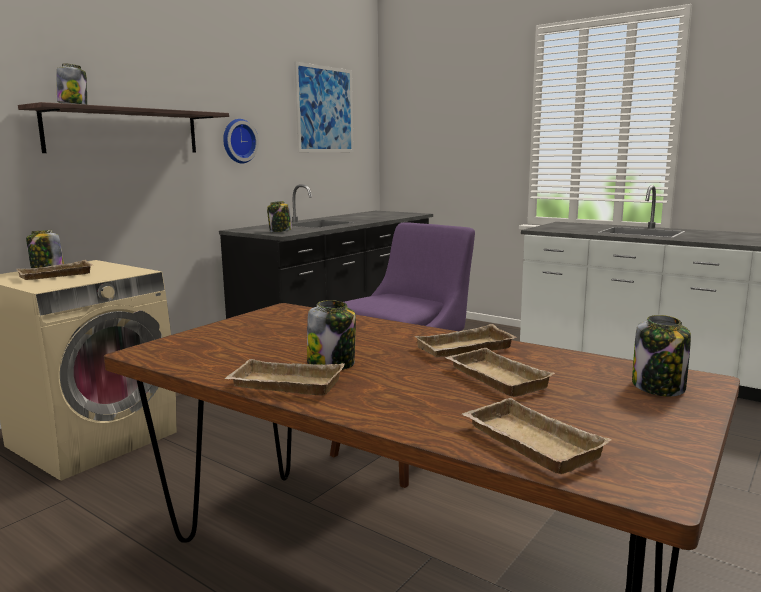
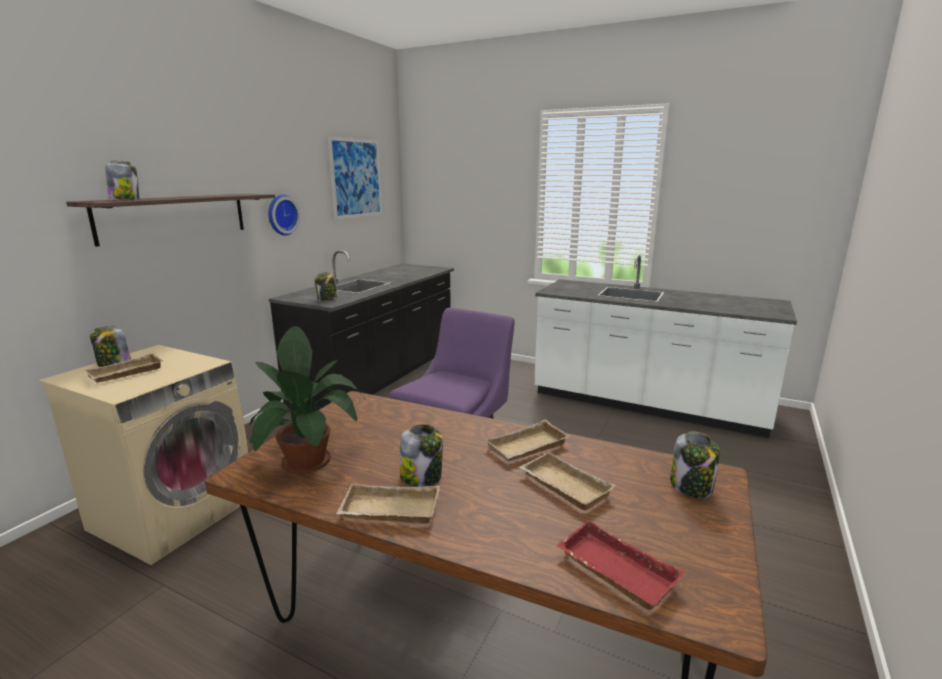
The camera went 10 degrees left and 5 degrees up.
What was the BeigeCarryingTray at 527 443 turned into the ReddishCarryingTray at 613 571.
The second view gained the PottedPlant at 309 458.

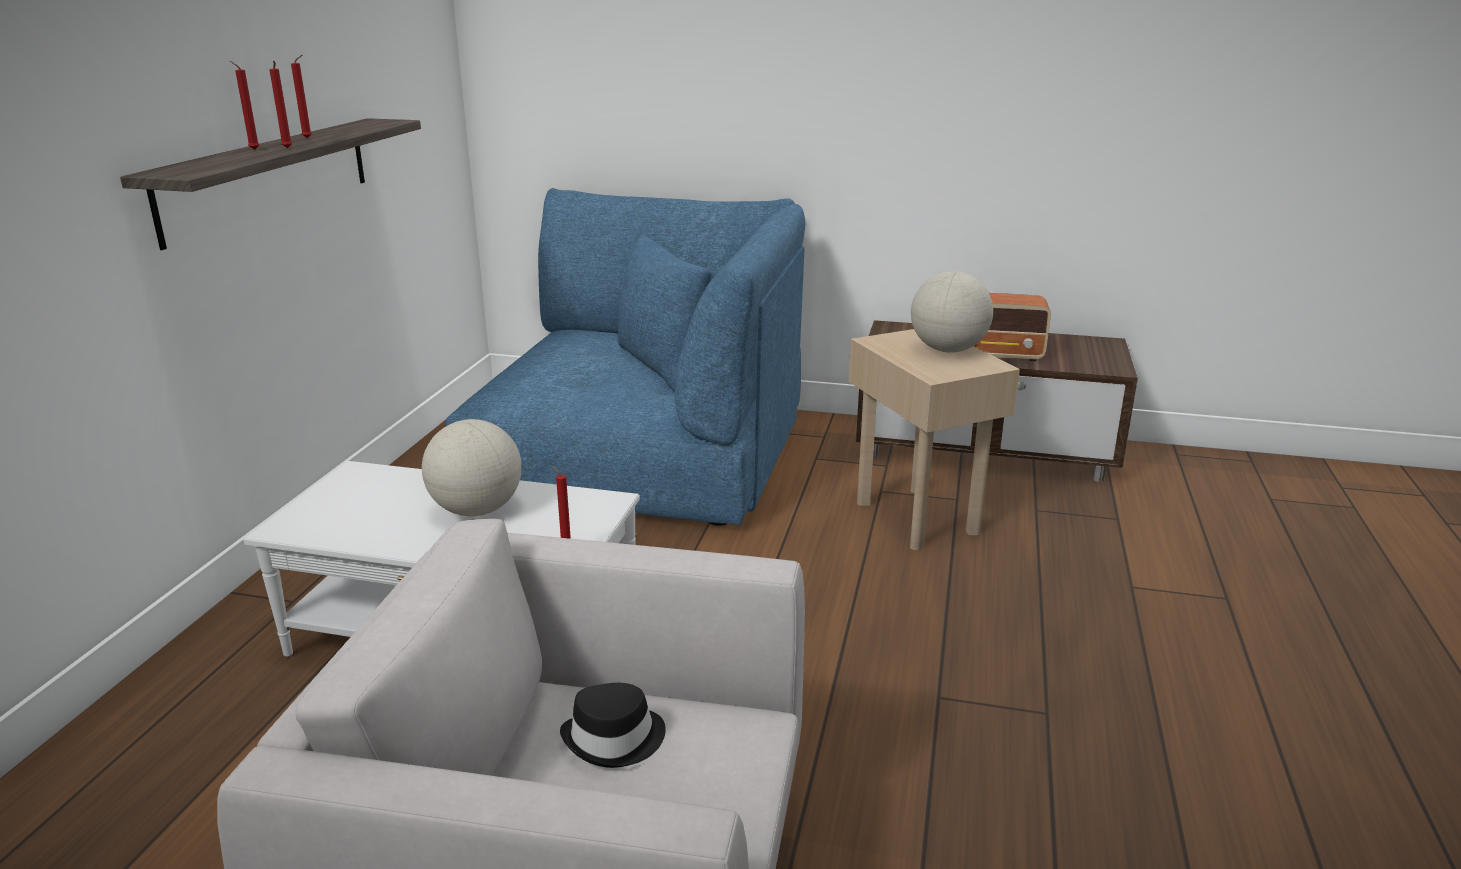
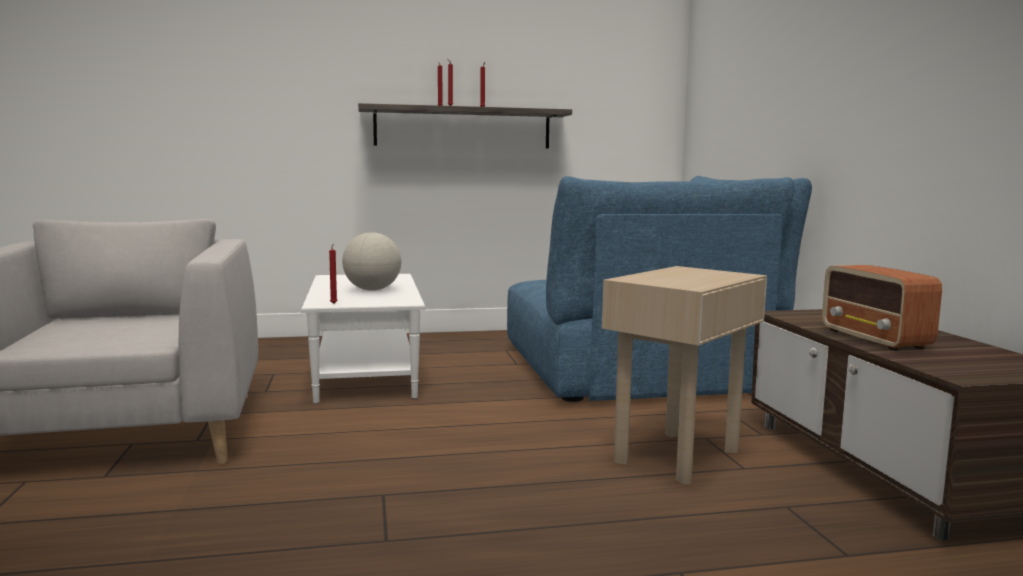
The camera went 65 degrees right and 15 degrees down.
The second view lost the BlackishClothingHat at 615 739.
The second view lost the DeskGlobe at 948 350.

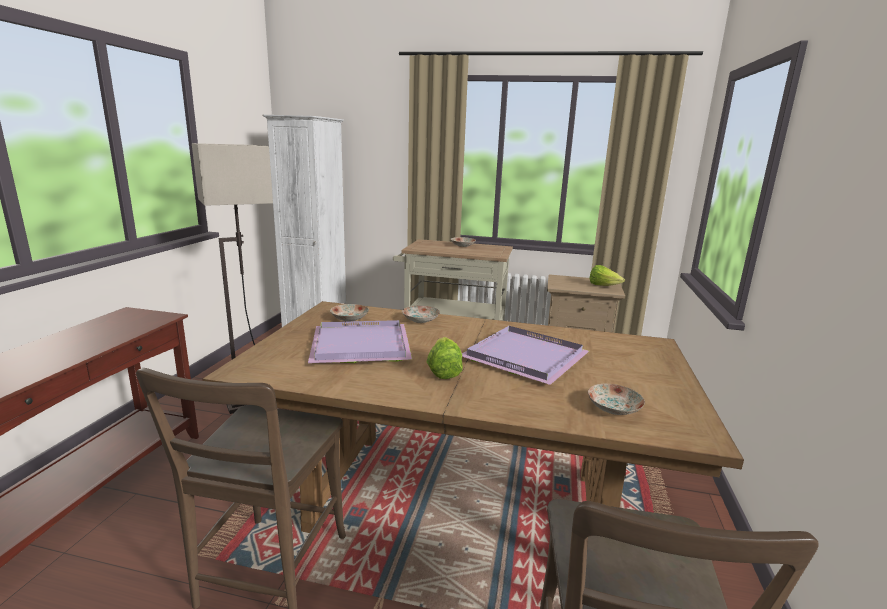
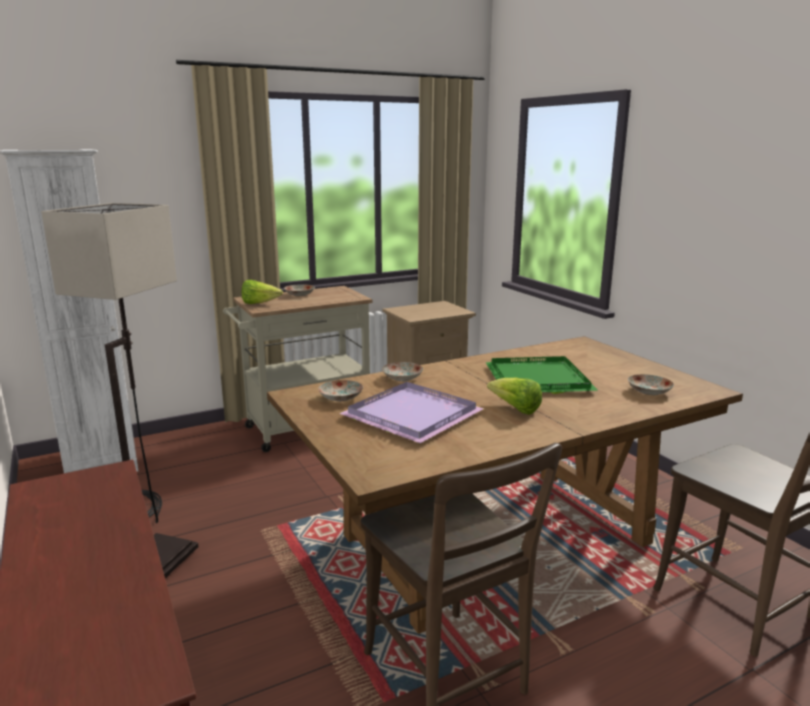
The camera went 40 degrees left and 0 degrees up.
What was the PurpleColouredCarryingTray at 527 357 turned into the GreenishCarryingTray at 539 379.
The HeadOfLettuce ended up elsewhere, having gone from 603 286 to 259 303.

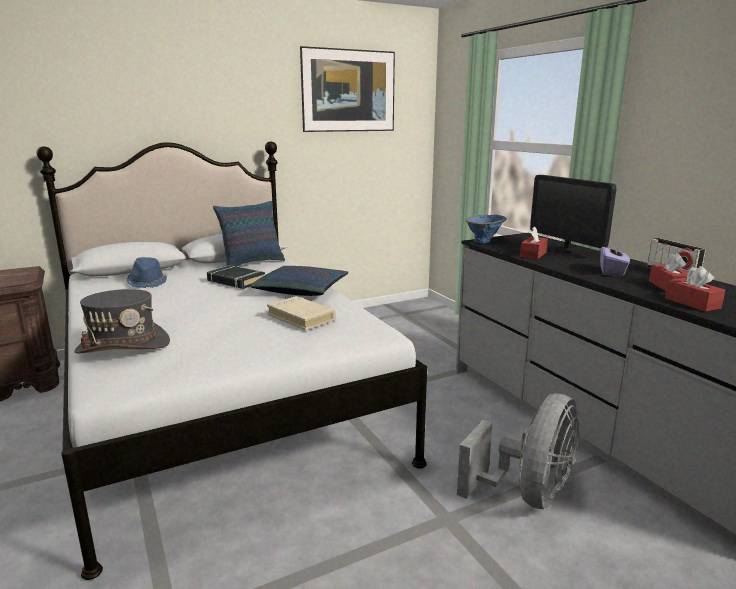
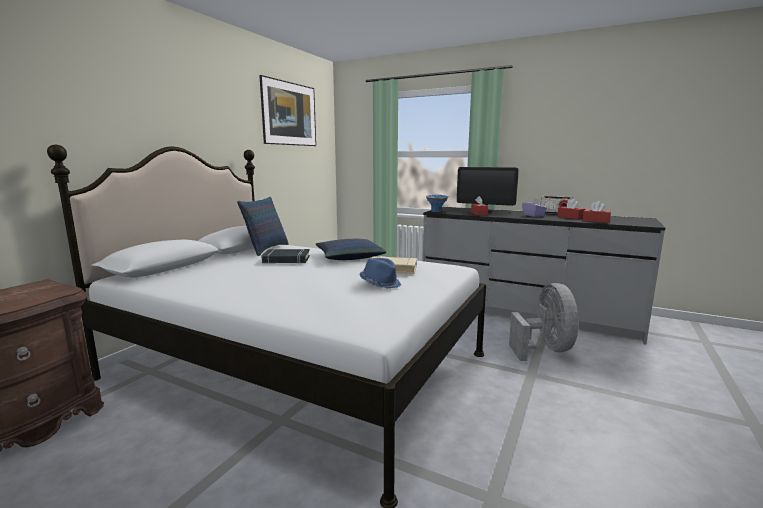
The camera went 35 degrees left and 5 degrees down.
The second view lost the GreyClothingHat at 124 346.
The BluishClothingHat ended up elsewhere, having gone from 148 282 to 380 283.

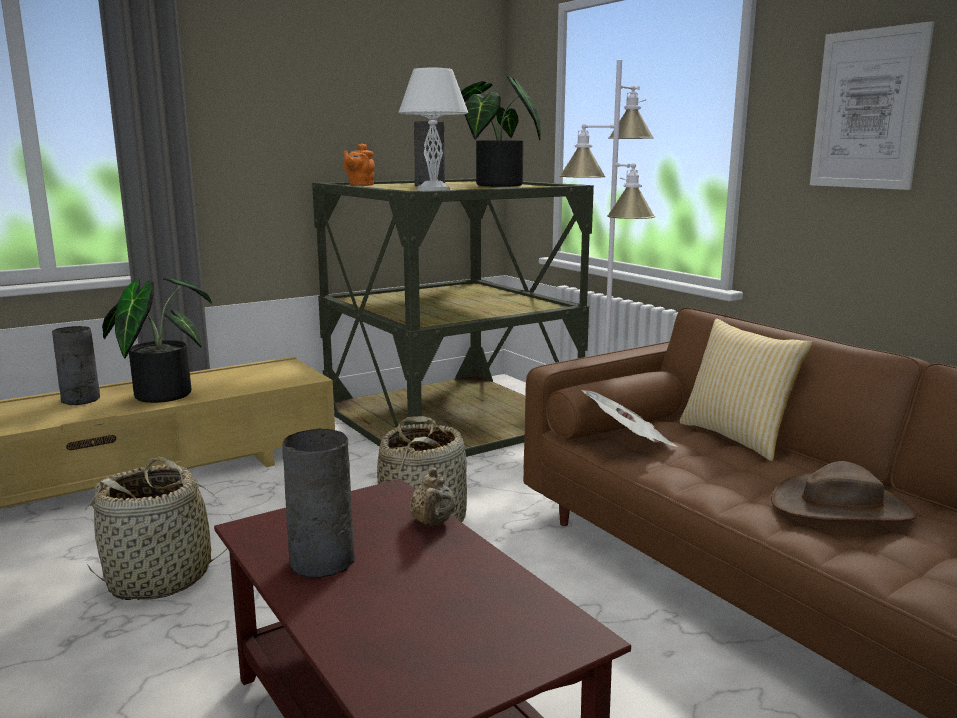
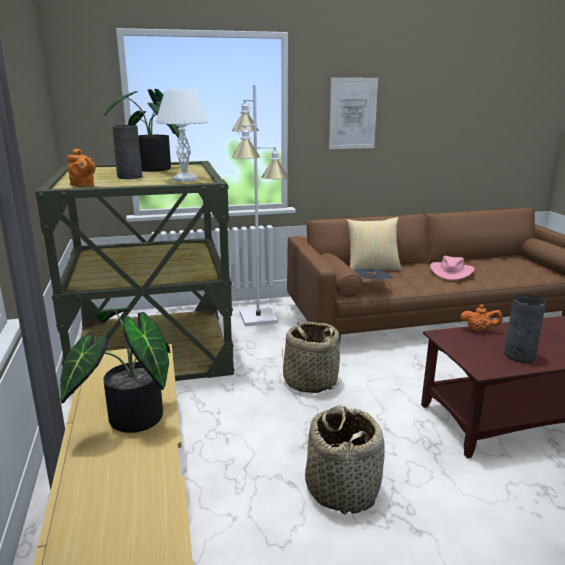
The camera went 70 degrees left and 5 degrees up.
The second view lost the GreyVase at 80 400.
What was the BeigeTeapot at 432 523 turned into the OrangeColouredTeapot at 479 330.
What was the BrownColouredClothingHat at 841 507 turned into the PinkishClothingHat at 451 272.

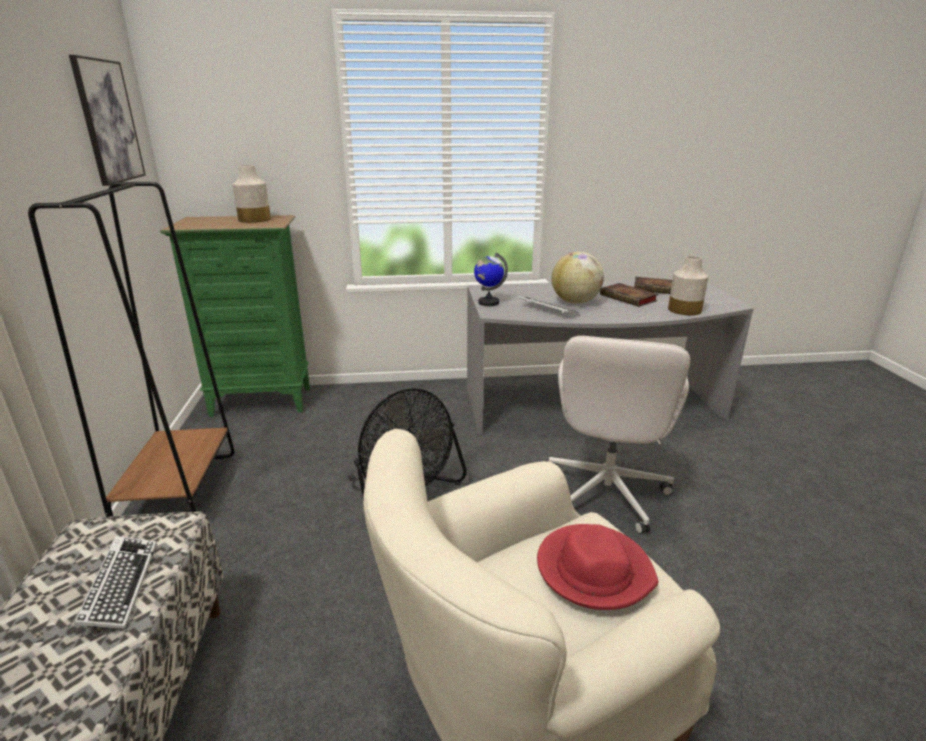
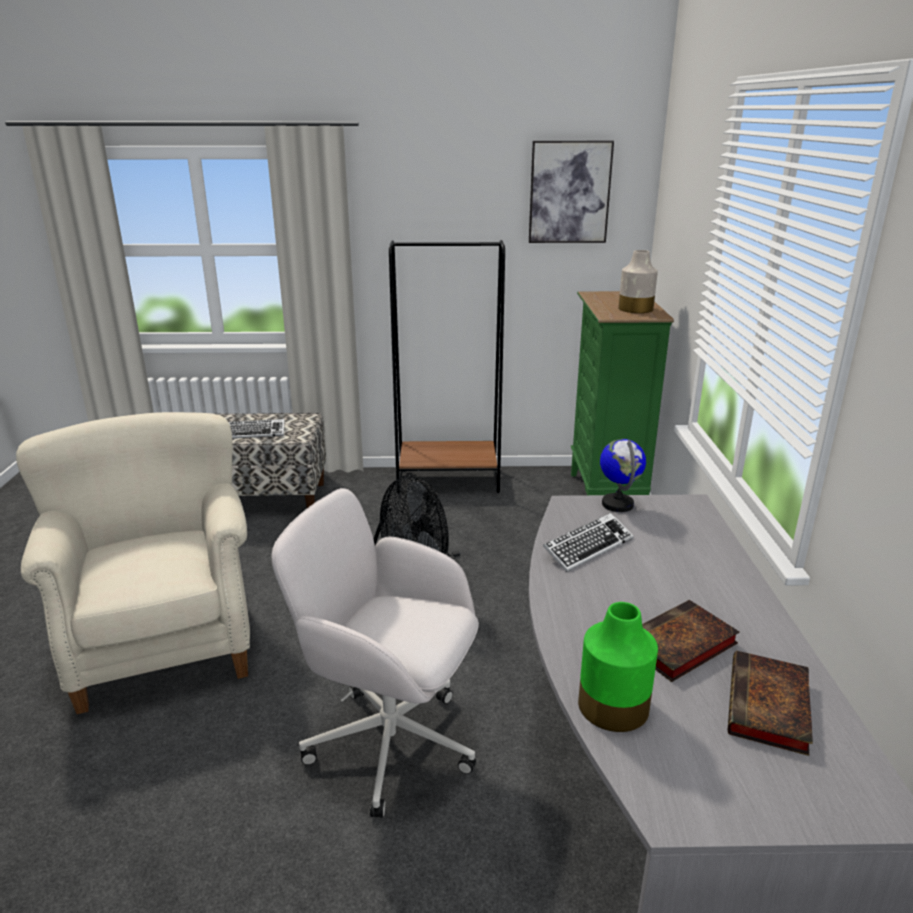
The camera went 95 degrees right and 0 degrees up.
The second view lost the ReddishClothingHat at 593 570.
The second view lost the DeskGlobe at 575 302.
What was the BeigeVase at 684 310 turned into the GreenishVase at 613 705.

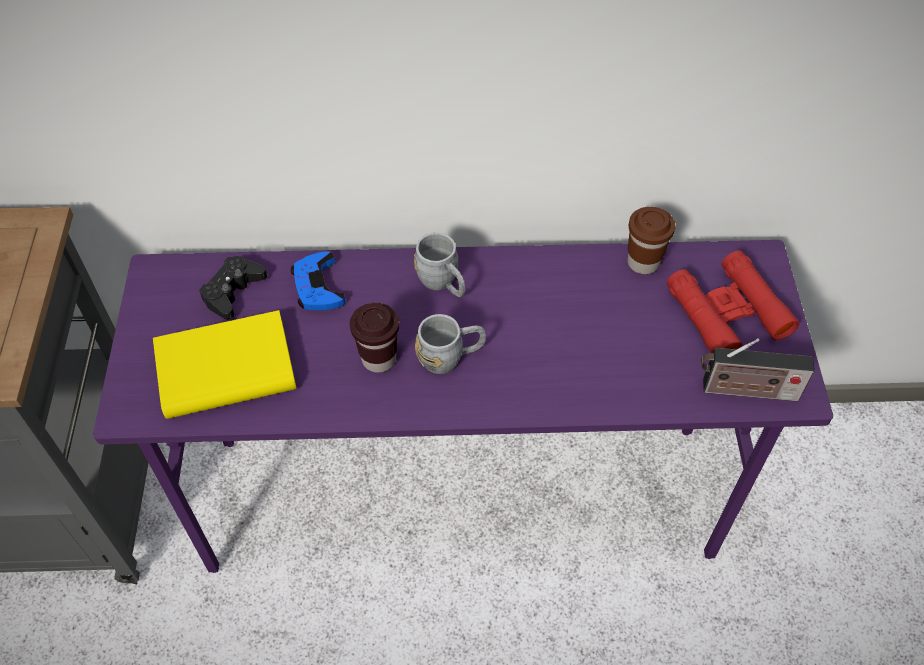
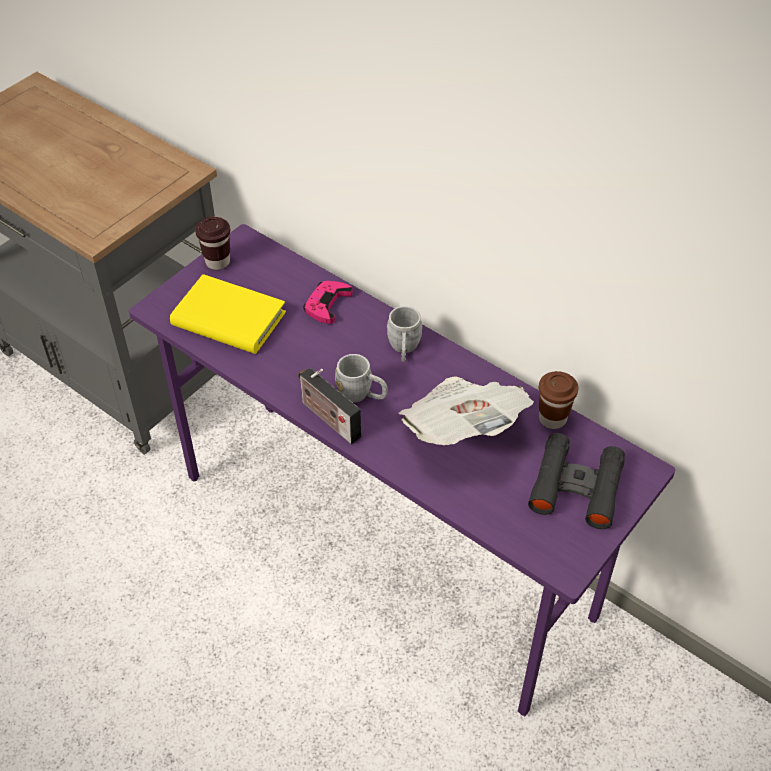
The camera went 40 degrees right and 5 degrees down.
The second view lost the BlackishGamepad at 233 291.
What was the BluishGamepad at 318 286 turned into the PinkishGamepad at 327 304.
The BrownColouredSmallCup ended up elsewhere, having gone from 379 359 to 217 262.
What was the ReddishPairOfBinoculars at 727 312 turned into the BlackishPairOfBinoculars at 576 487.
The RadioSet ended up elsewhere, having gone from 745 390 to 327 418.
The second view gained the PrintedPaper at 462 429.

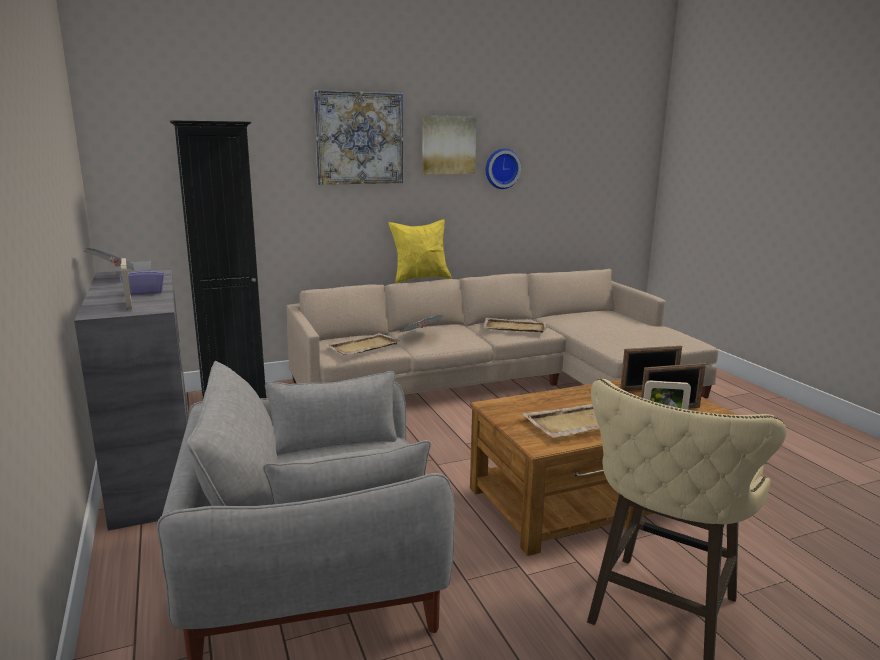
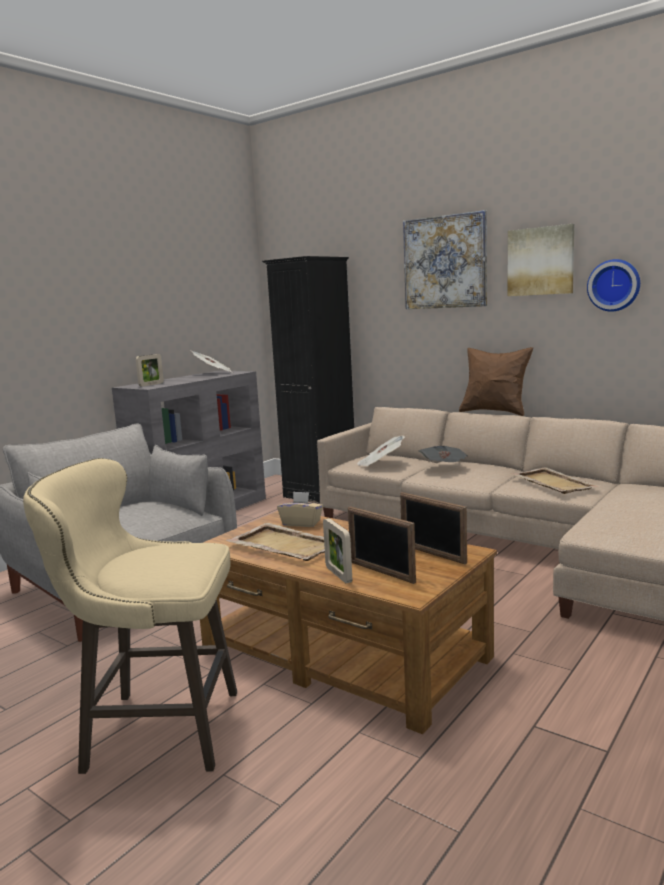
The camera went 60 degrees right and 5 degrees down.
The second view lost the PurpleColouredTissueBox at 145 292.
Where the BeigeCarryingTray stood at 363 347, the PrintedPaper came to stand at 380 464.
What was the YellowThrowPillow at 420 279 turned into the BrownColouredThrowPillow at 495 412.
The second view gained the BeigeTissueBox at 301 523.

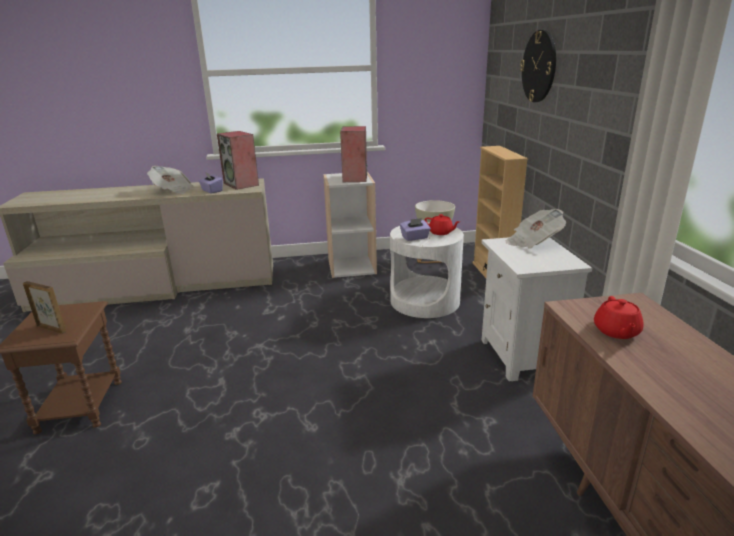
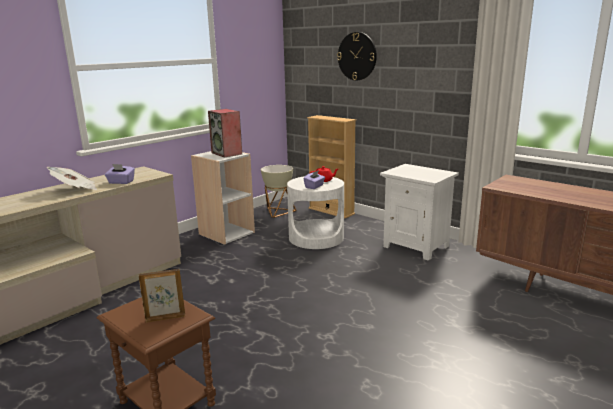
The camera went 40 degrees left and 5 degrees down.
The second view lost the Loudspeaker at 241 184.
The second view lost the PrintedPaper at 533 242.
The second view lost the ReddishTeapot at 616 331.

